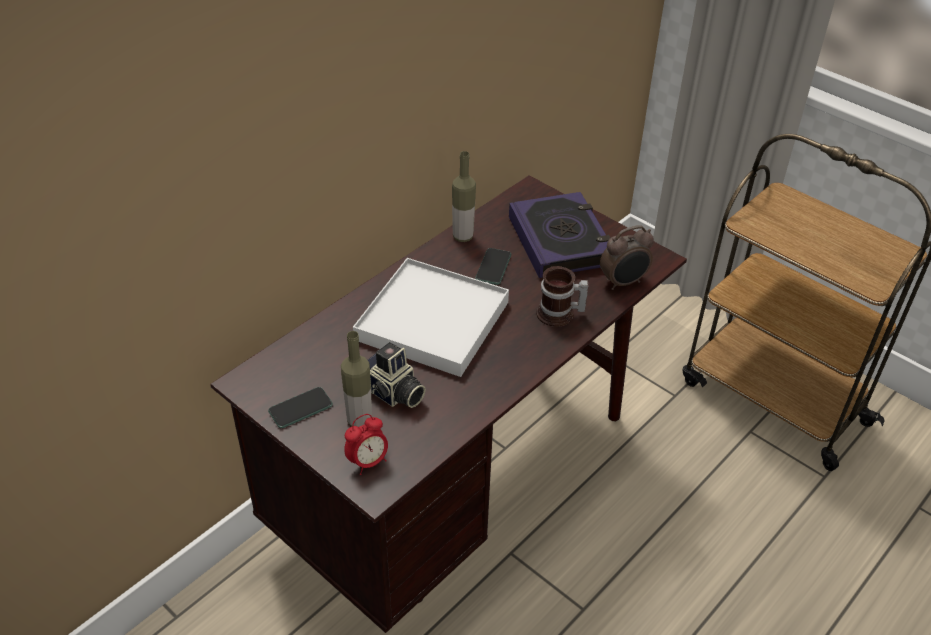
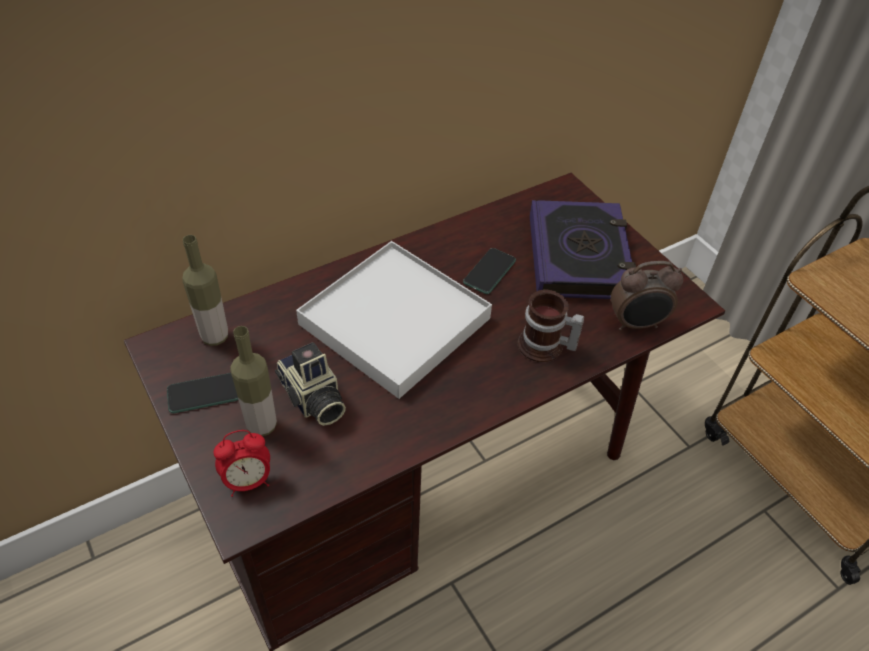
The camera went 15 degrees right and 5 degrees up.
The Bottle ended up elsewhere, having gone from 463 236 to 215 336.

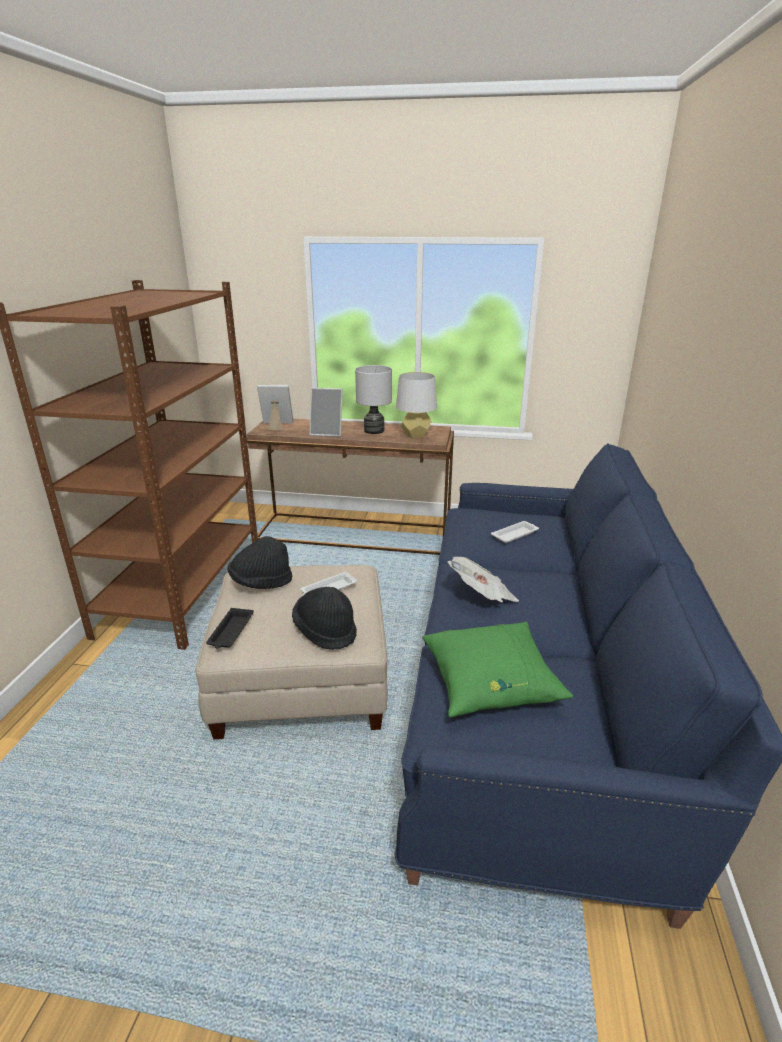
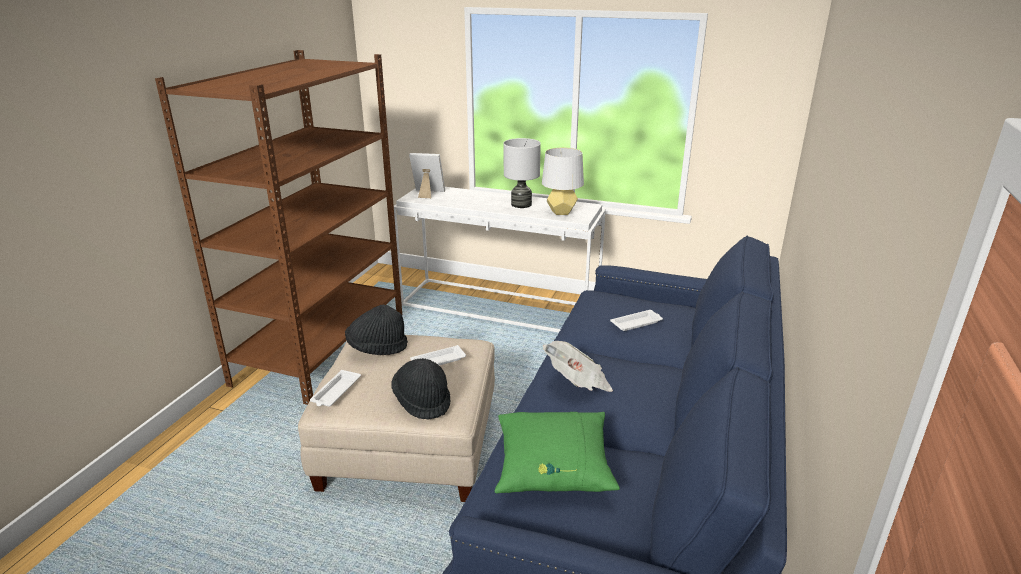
The camera went 10 degrees right and 0 degrees up.
What was the BlackishCarryingTray at 230 632 turned into the WhitishCarryingTray at 335 392.
What was the BrownColouredHallTable at 355 534 turned into the WhitishHallTable at 501 307.
The second view lost the StandingFrame at 327 433.

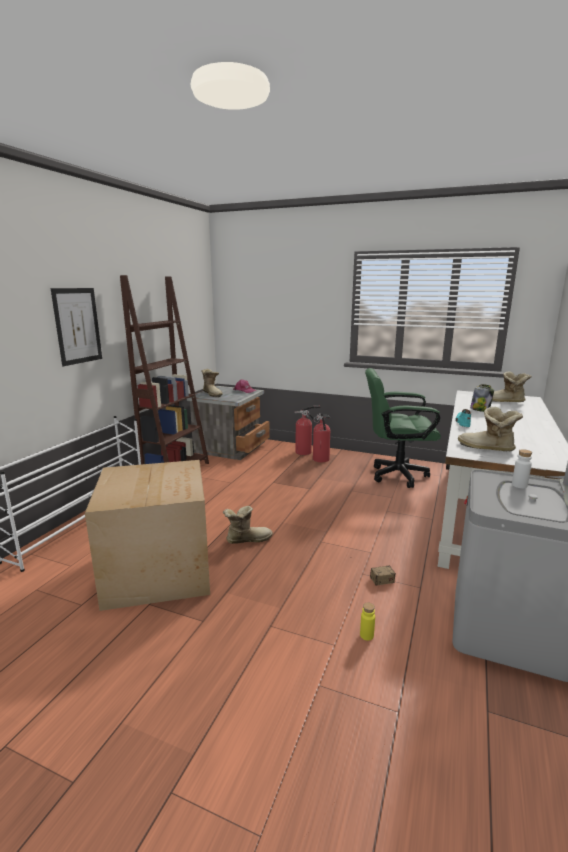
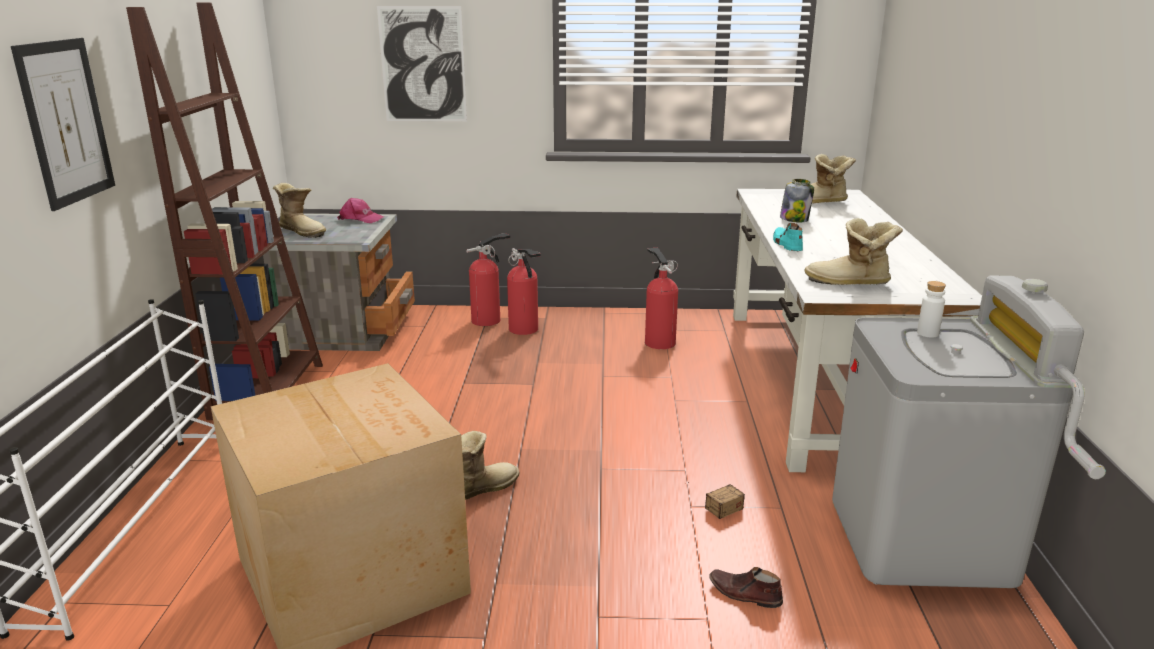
The camera went 20 degrees left and 5 degrees up.
Where the YellowBottle stood at 366 635, the BrownColouredShoe came to stand at 744 594.
Where the GreenishDeskChair stood at 395 476, the FireExtinguisher came to stand at 659 341.
The second view gained the WallArt at 423 65.

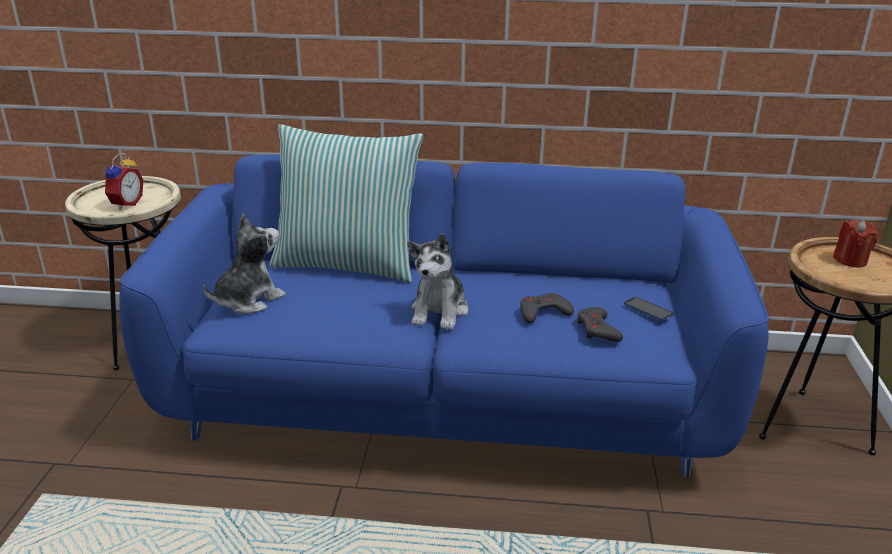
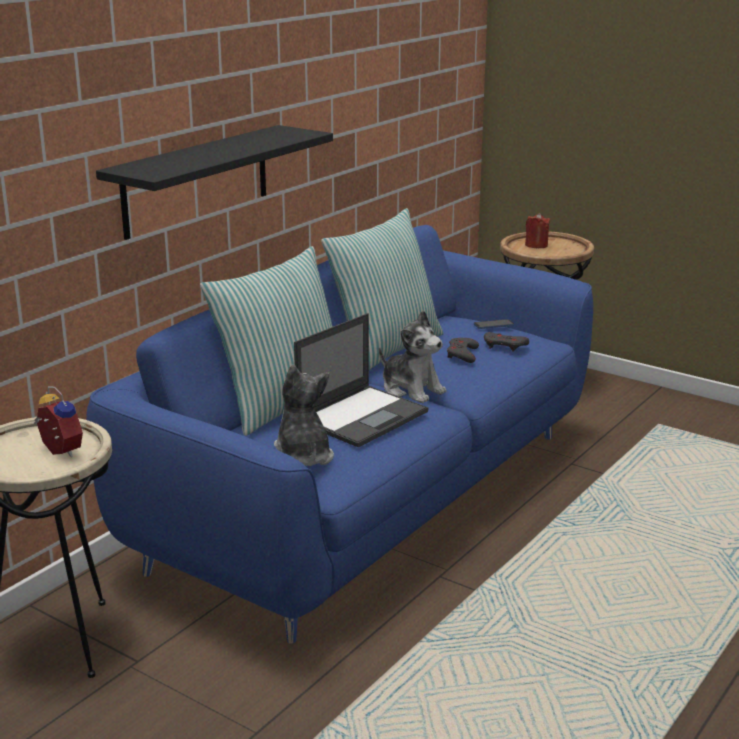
The camera went 60 degrees left and 5 degrees down.
The second view gained the BlackishWallShelf at 196 181.
The second view gained the NotebookComputer at 362 416.
The second view gained the ThrowPillow at 384 349.

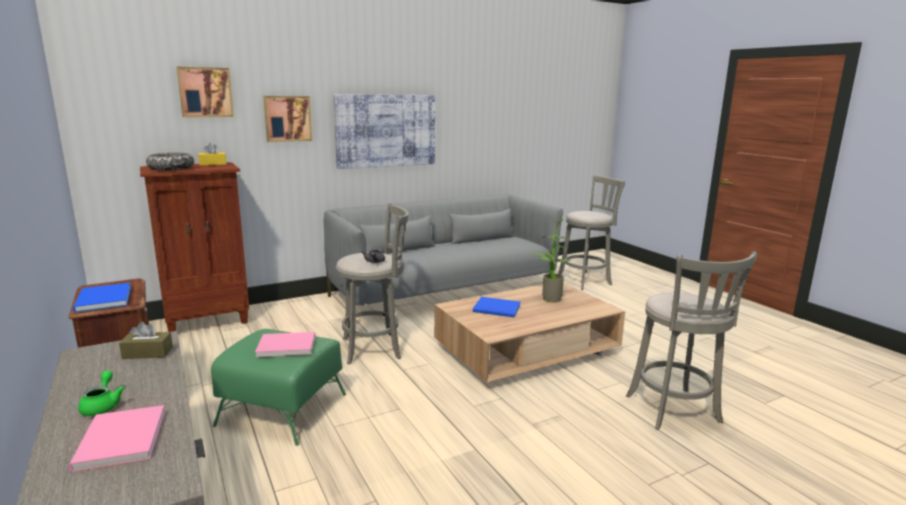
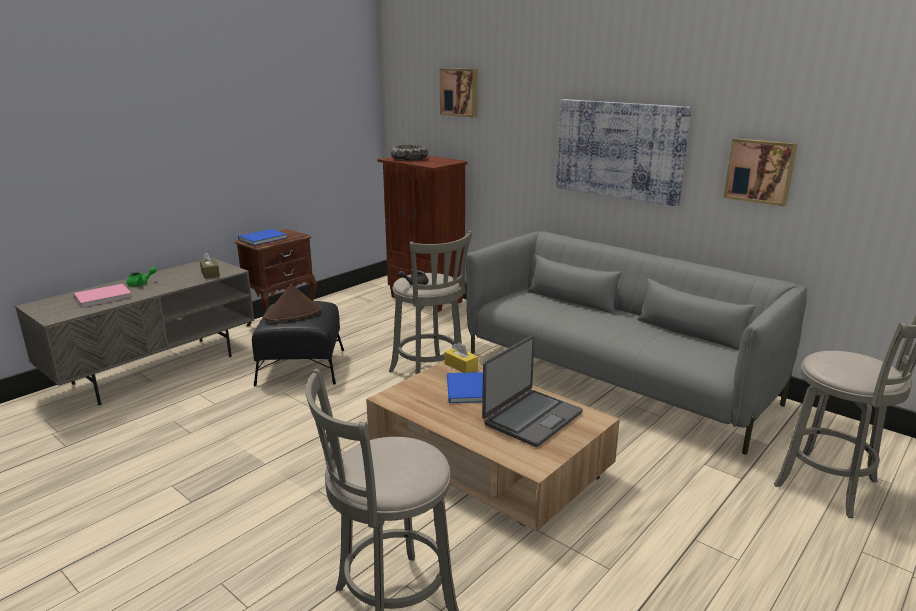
The camera went 70 degrees right and 5 degrees up.
The YellowTissueBox ended up elsewhere, having gone from 212 164 to 461 366.
What was the GreenishPouffe at 282 409 turned into the BlackishPouffe at 302 366.
Where the PinkishBoundBook stood at 285 345, the BrownColouredClothingHat came to stand at 293 314.
The WallArt ended up elsewhere, having gone from 287 118 to 760 171.
Where the PottedPlant stood at 549 299, the NotebookComputer came to stand at 531 418.

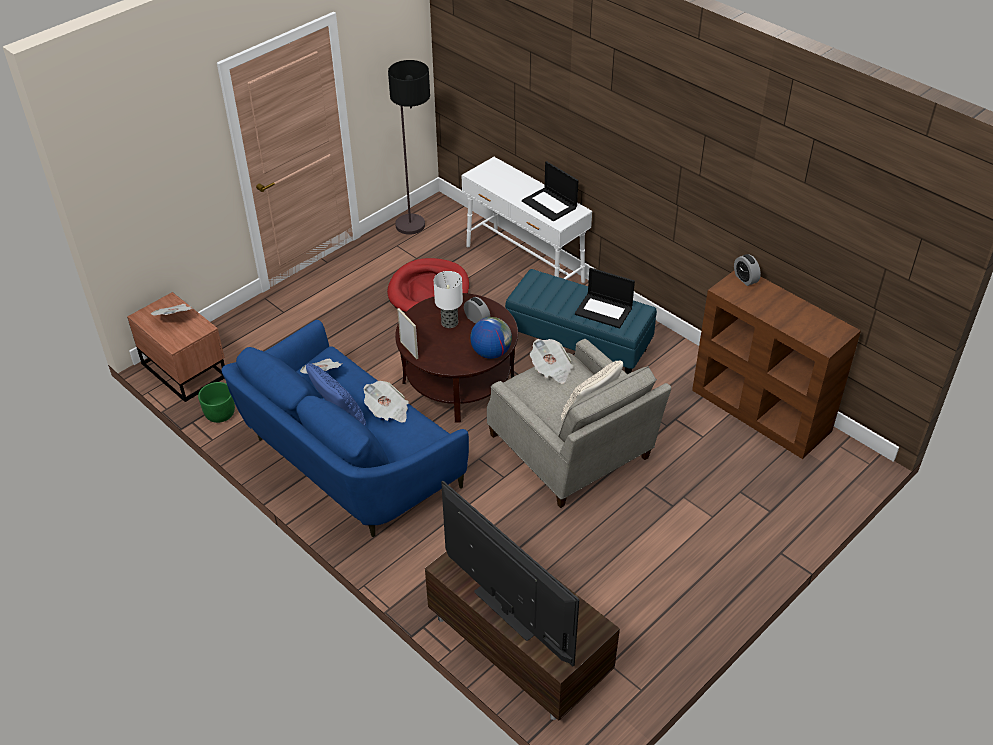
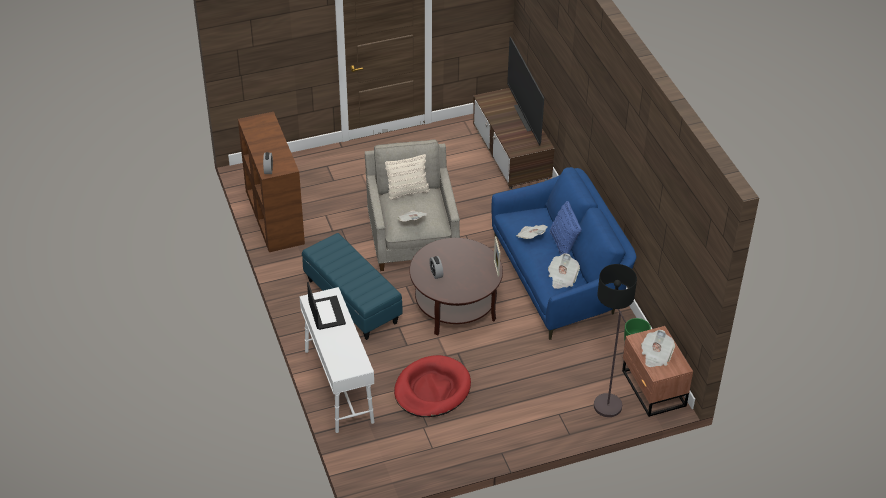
The camera went 155 degrees left and 0 degrees up.
The BlackishFloorLamp ended up elsewhere, having gone from 416 229 to 604 400.
The second view lost the TableLamp at 450 323.
The second view lost the DeskGlobe at 491 352.
The second view lost the NotebookComputer at 604 310.

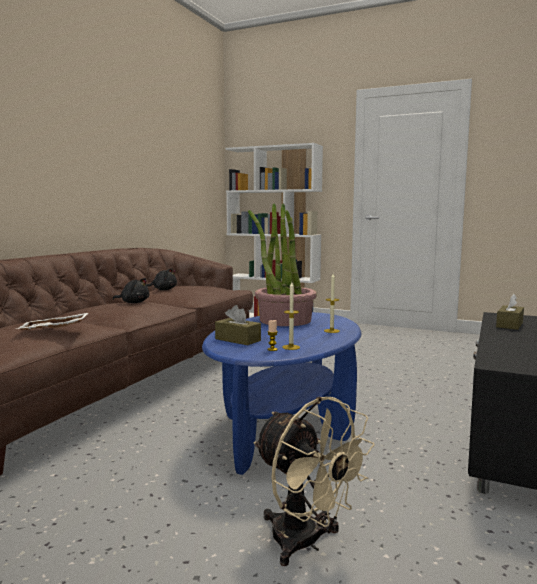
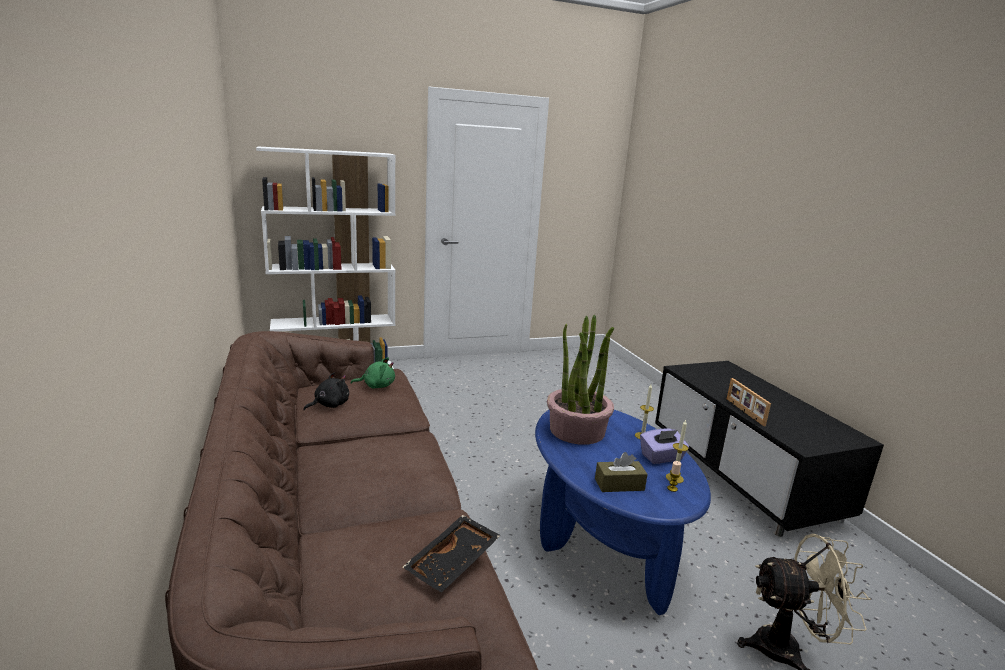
The camera went 45 degrees left and 10 degrees up.
What was the WhitishCarryingTray at 54 330 turned into the BlackishCarryingTray at 453 562.
The second view lost the BlackishSoftToy at 133 303.
The second view lost the BrownColouredTissueBox at 509 325.
The second view gained the GreenishSoftToy at 376 386.
The second view gained the PurpleColouredTissueBox at 661 457.
The second view gained the StandingFrame at 744 412.

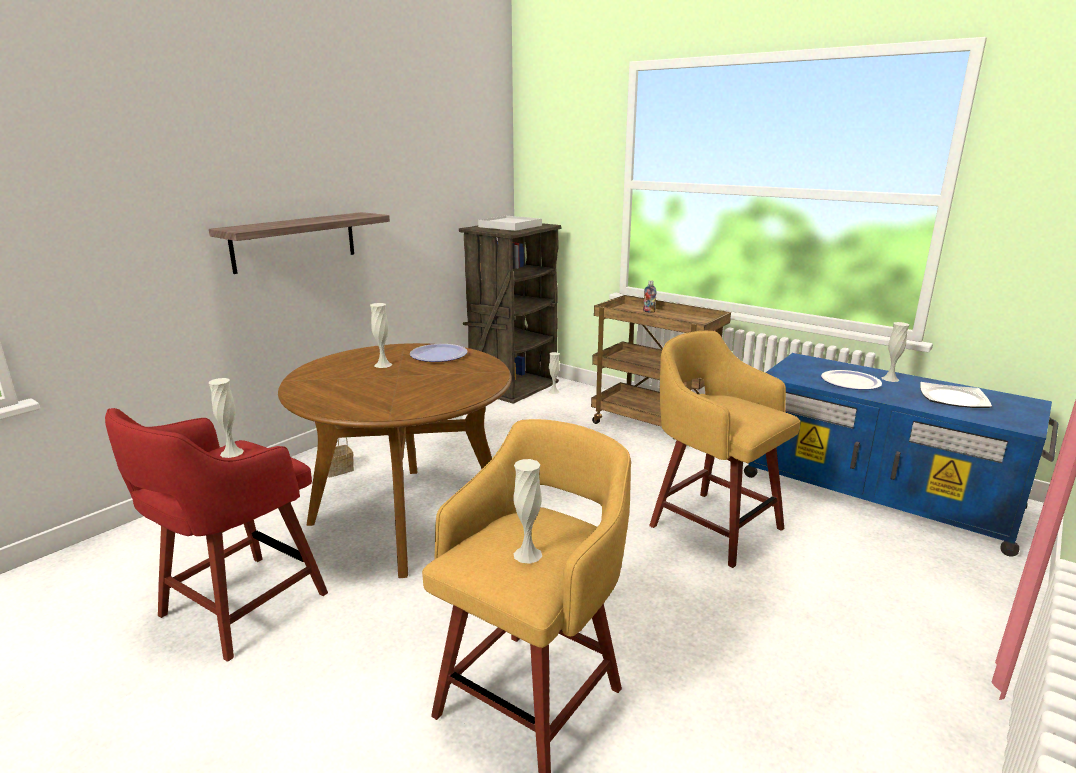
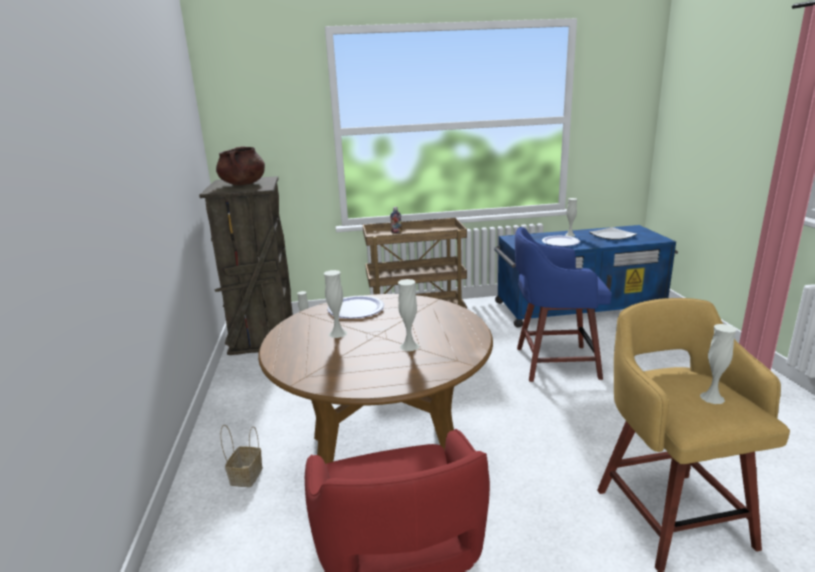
The camera went 45 degrees left and 0 degrees up.
The second view lost the WallShelf at 295 241.
The WhitishVase ended up elsewhere, having gone from 232 452 to 409 346.
Where the WhitishCarryingTray stood at 510 226, the BrownColouredSaucepot came to stand at 243 184.
What was the YellowStoolSeat at 712 525 turned into the BluishStoolSeat at 553 363.

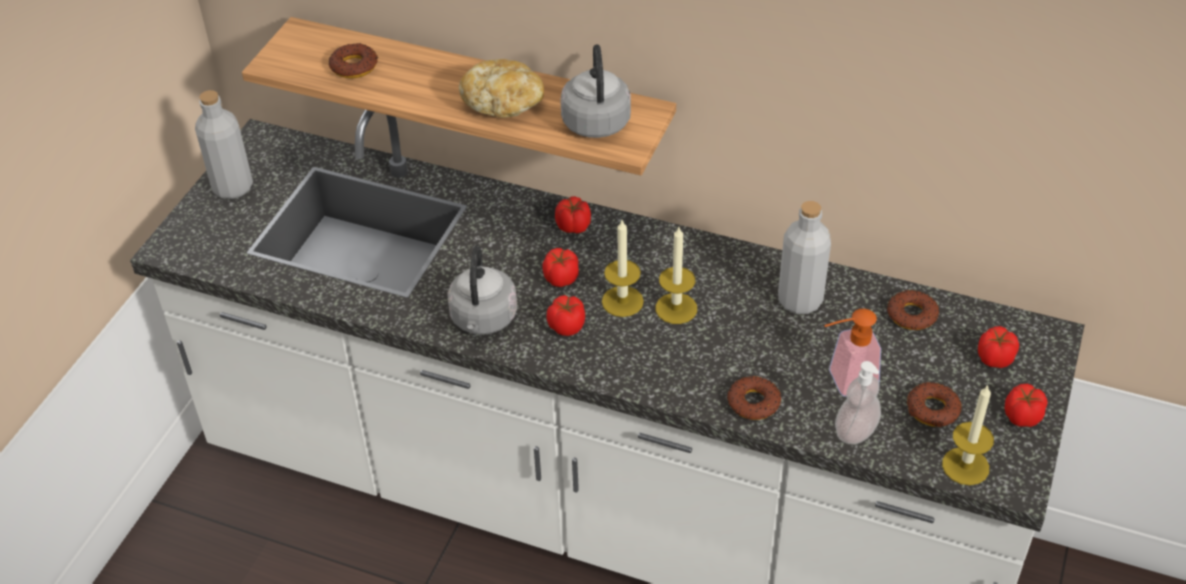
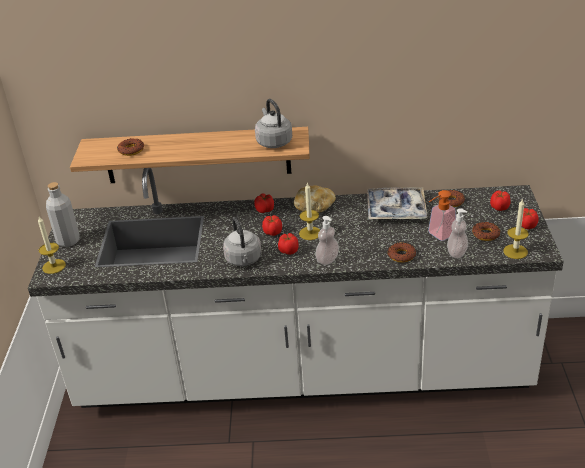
The camera went 20 degrees left and 10 degrees down.
The BakedBread ended up elsewhere, having gone from 503 103 to 314 207.
The Candle ended up elsewhere, having gone from 676 308 to 54 266.
Where the GreyBottle stood at 800 300, the CarryingTray came to stand at 396 210.
The second view gained the LiquidSoapBottle at 327 259.

